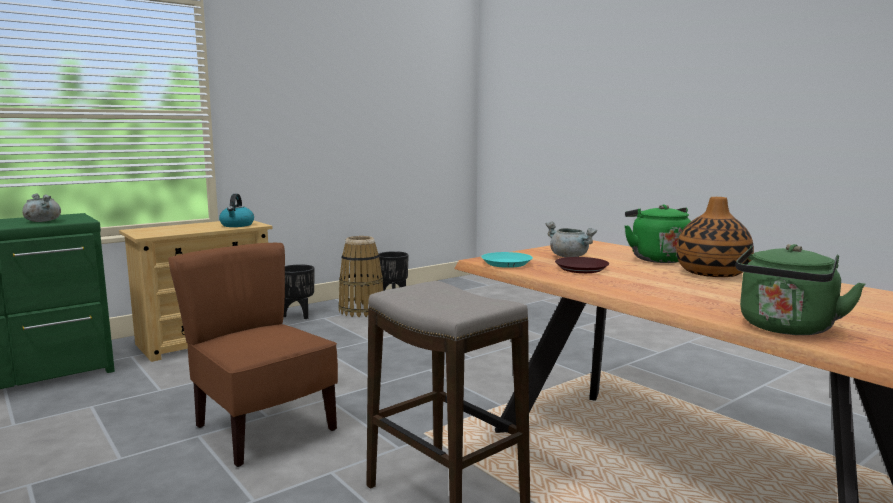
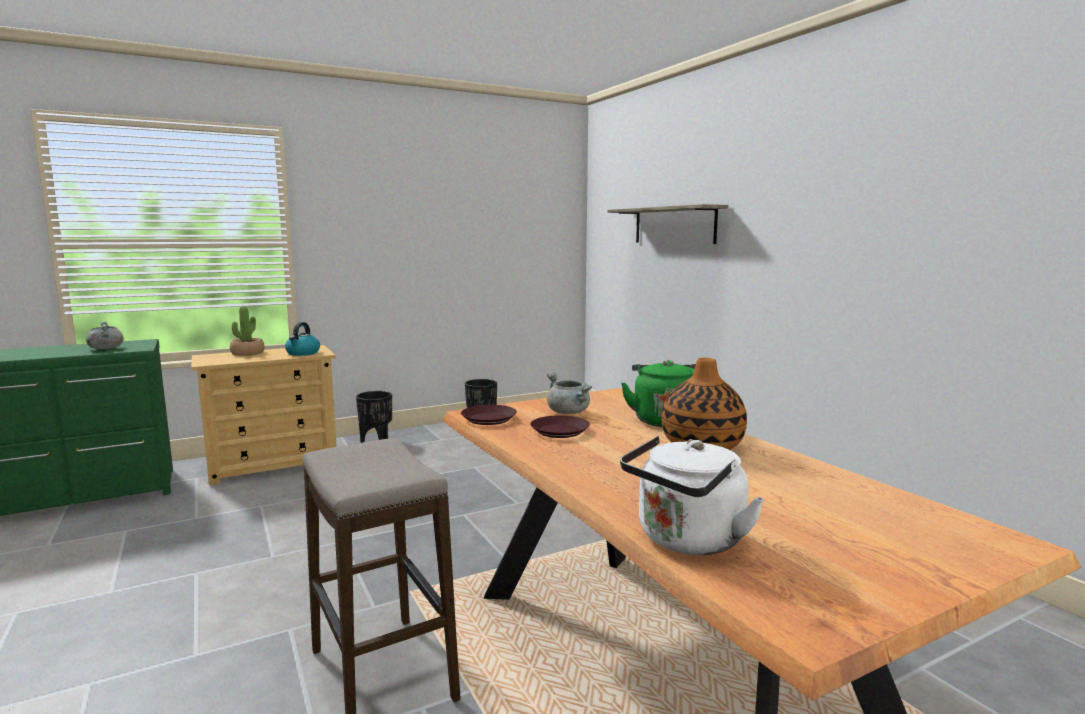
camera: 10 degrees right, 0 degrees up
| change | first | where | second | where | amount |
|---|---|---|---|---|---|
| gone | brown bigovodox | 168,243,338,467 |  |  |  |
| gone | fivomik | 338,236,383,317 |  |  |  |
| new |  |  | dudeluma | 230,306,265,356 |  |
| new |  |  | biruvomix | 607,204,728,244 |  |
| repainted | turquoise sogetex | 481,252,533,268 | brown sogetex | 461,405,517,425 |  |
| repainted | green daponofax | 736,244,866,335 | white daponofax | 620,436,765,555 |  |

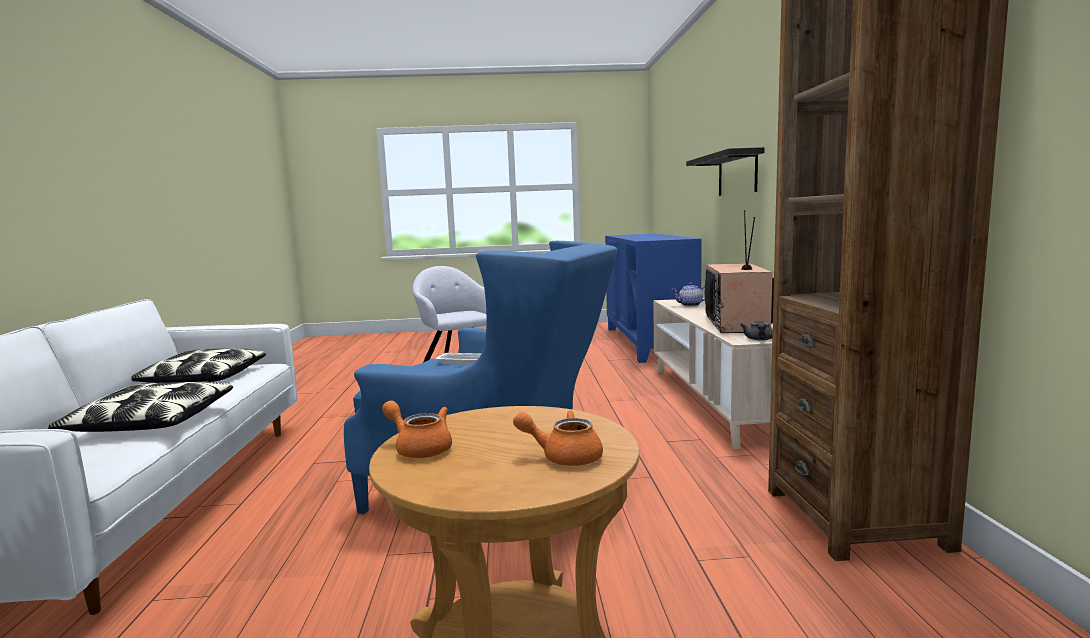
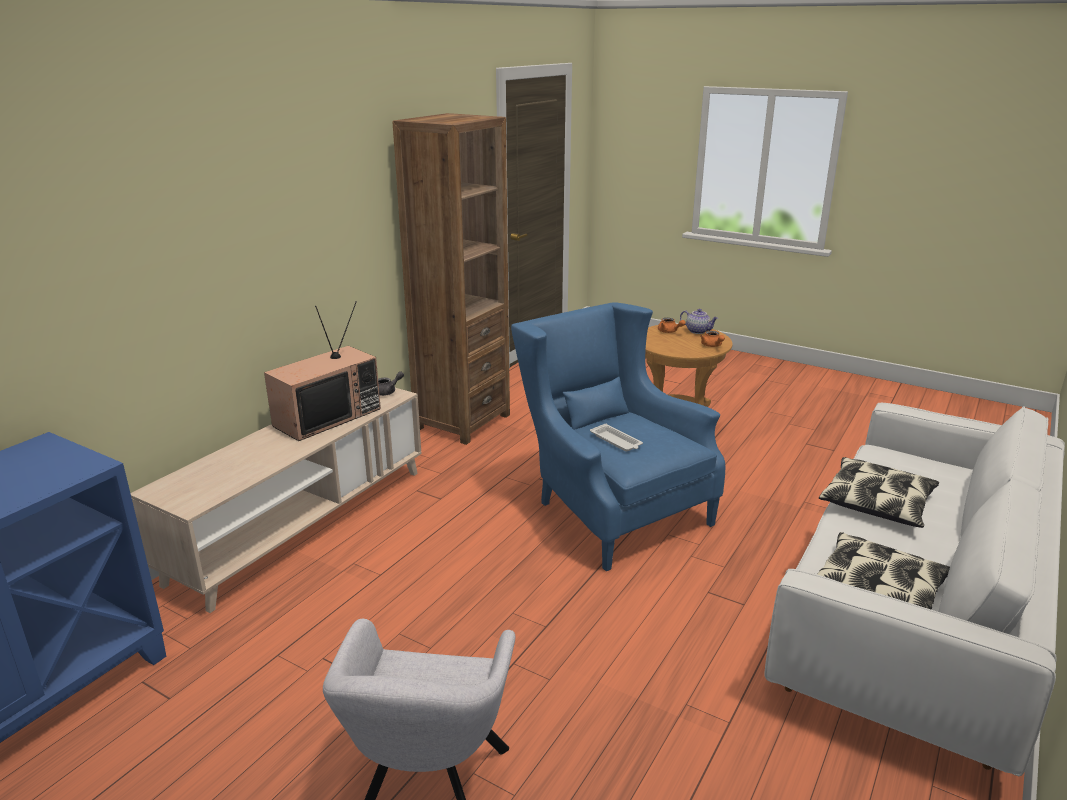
camera: 145 degrees left, 15 degrees up
| change | first | where | second | where | amount |
|---|---|---|---|---|---|
| gone | biruvomix | 686,147,765,196 |  |  |  |
| shifted | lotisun | 671,282,705,307 |  | 680,309,718,334 |  |

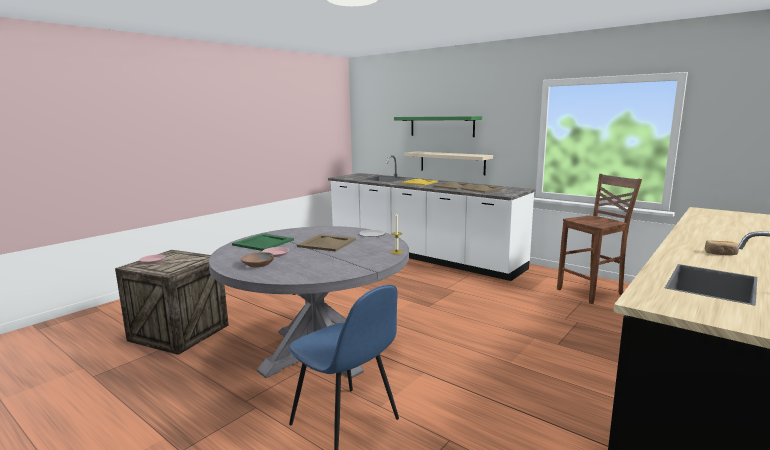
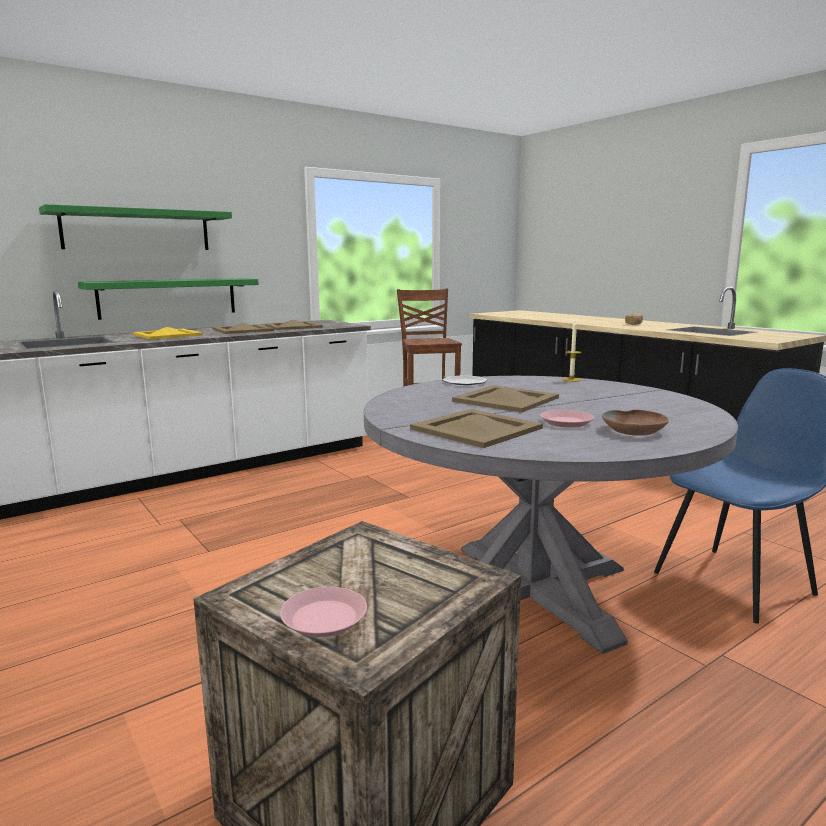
camera: 75 degrees left, 0 degrees up
| change | first | where | second | where | amount |
|---|---|---|---|---|---|
| repainted | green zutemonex | 232,234,294,251 | beige zutemonex | 410,409,543,448 |  |
| repainted | beige biruvomix | 404,151,493,175 | green biruvomix | 78,278,259,320 |  |

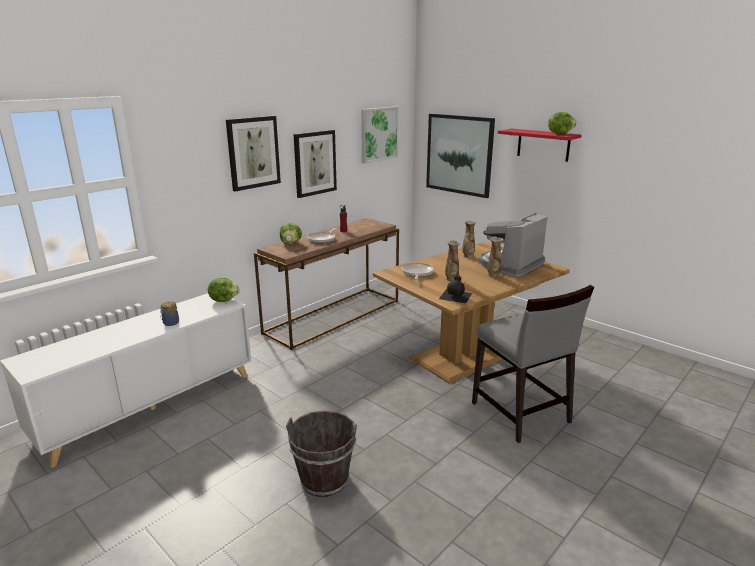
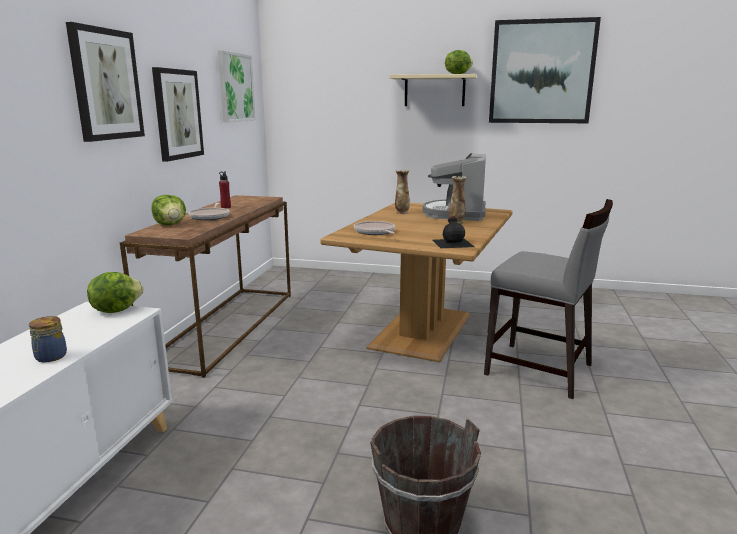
camera: 30 degrees left, 5 degrees down
| change | first | where | second | where | amount |
|---|---|---|---|---|---|
| gone | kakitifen | 445,240,460,281 |  |  |  |
| shifted | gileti | 426,114,495,198 |  | 489,17,601,123 |  |
| repainted | red biruvomix | 498,128,582,162 | beige biruvomix | 389,74,477,106 |  |

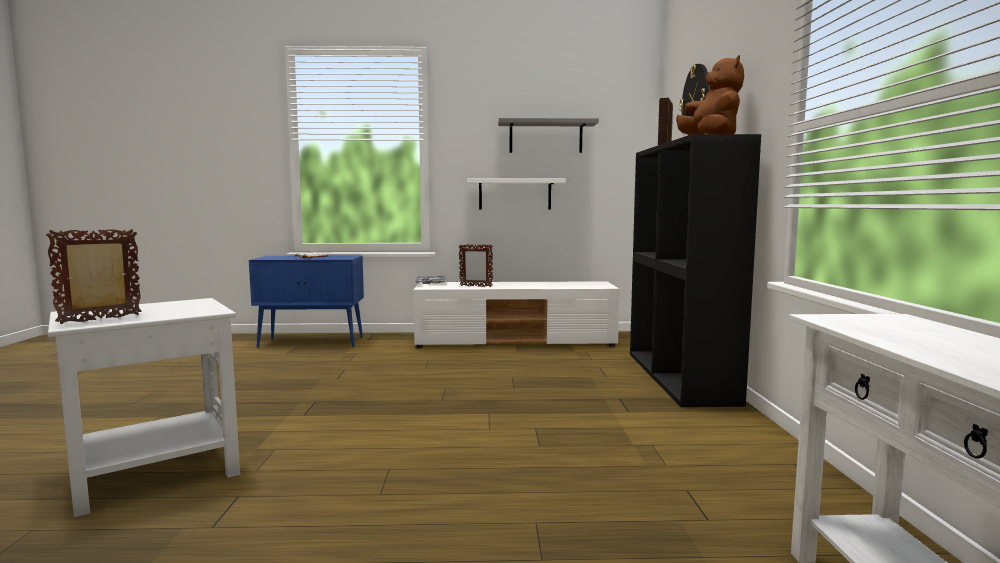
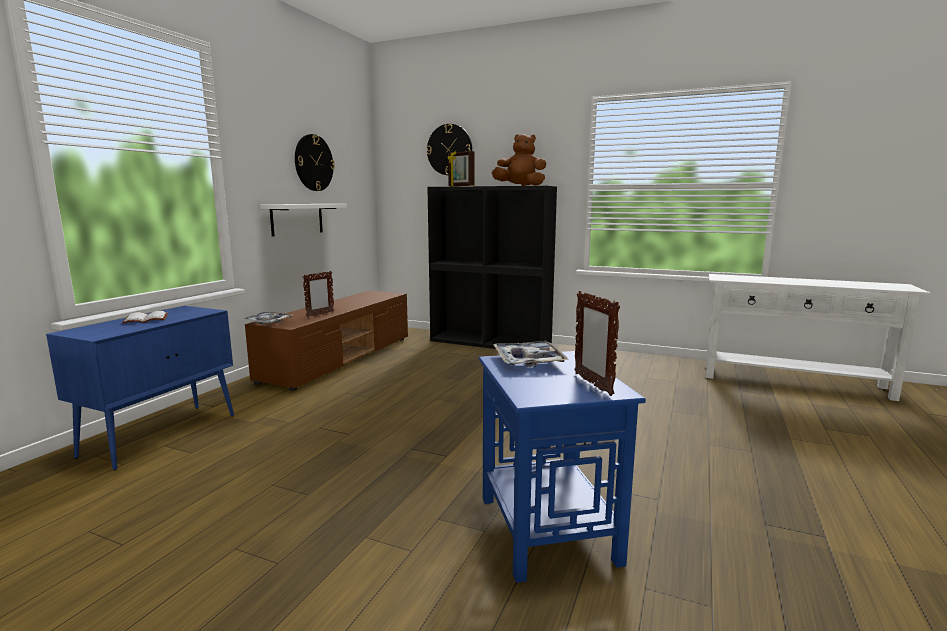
camera: 65 degrees left, 5 degrees up
| change | first | where | second | where | amount |
|---|---|---|---|---|---|
| new |  |  | zutemonex | 494,341,569,367 |  |
| swapped | grey biruvomix | 498,118,599,153 | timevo | 295,134,335,191 |  |
| repainted | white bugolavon | 48,298,240,517 | blue bugolavon | 479,351,646,583 |  |
| repainted | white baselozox | 413,281,620,348 | brown baselozox | 245,291,408,391 |  |

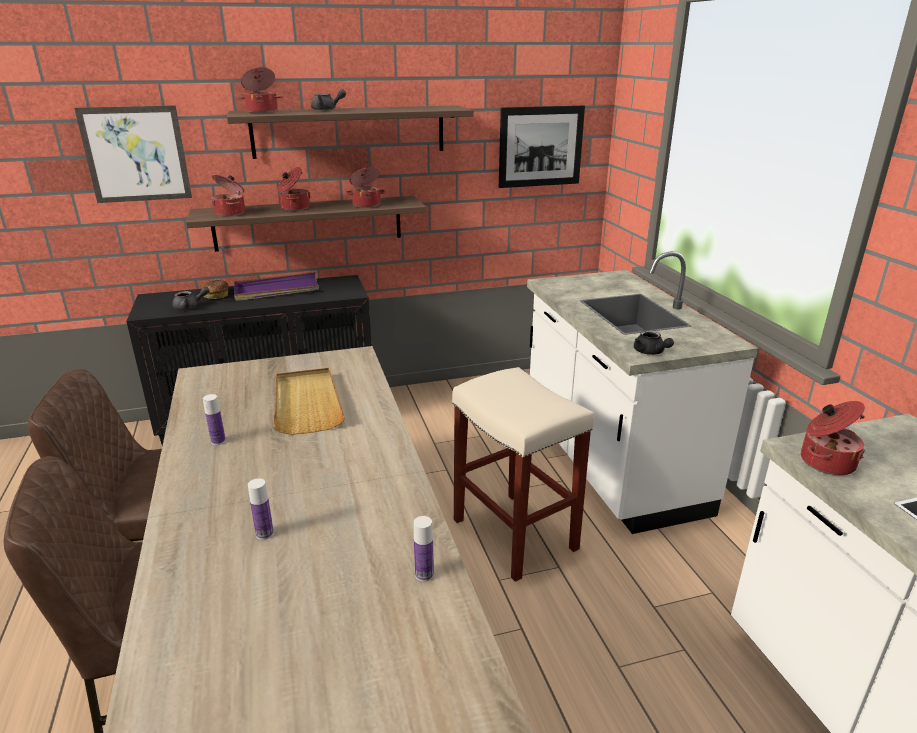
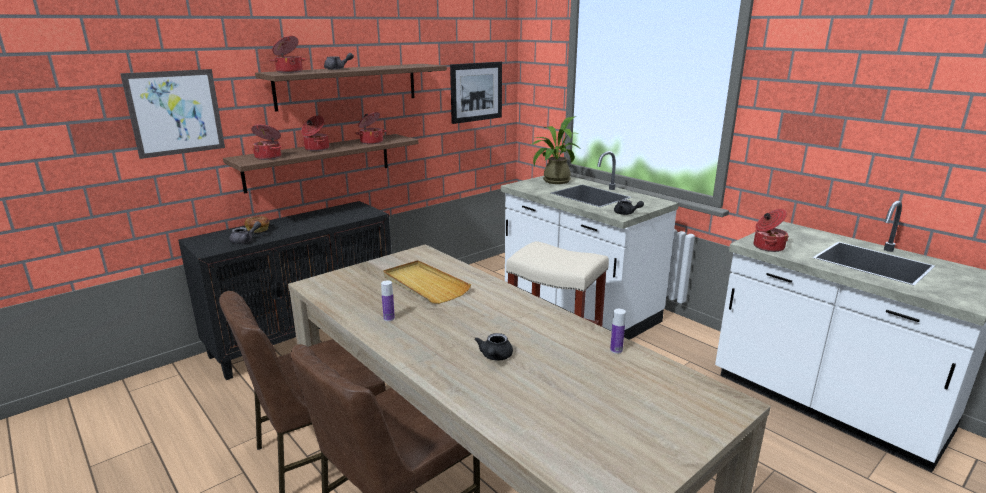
camera: 25 degrees left, 5 degrees down
| change | first | where | second | where | amount |
|---|---|---|---|---|---|
| gone | purple zutemonex | 234,272,320,301 |  |  |  |
| new |  |  | dudeluma | 531,117,579,184 |  |
| swapped | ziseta | 248,479,274,540 | black lotisun | 475,333,513,360 |  |

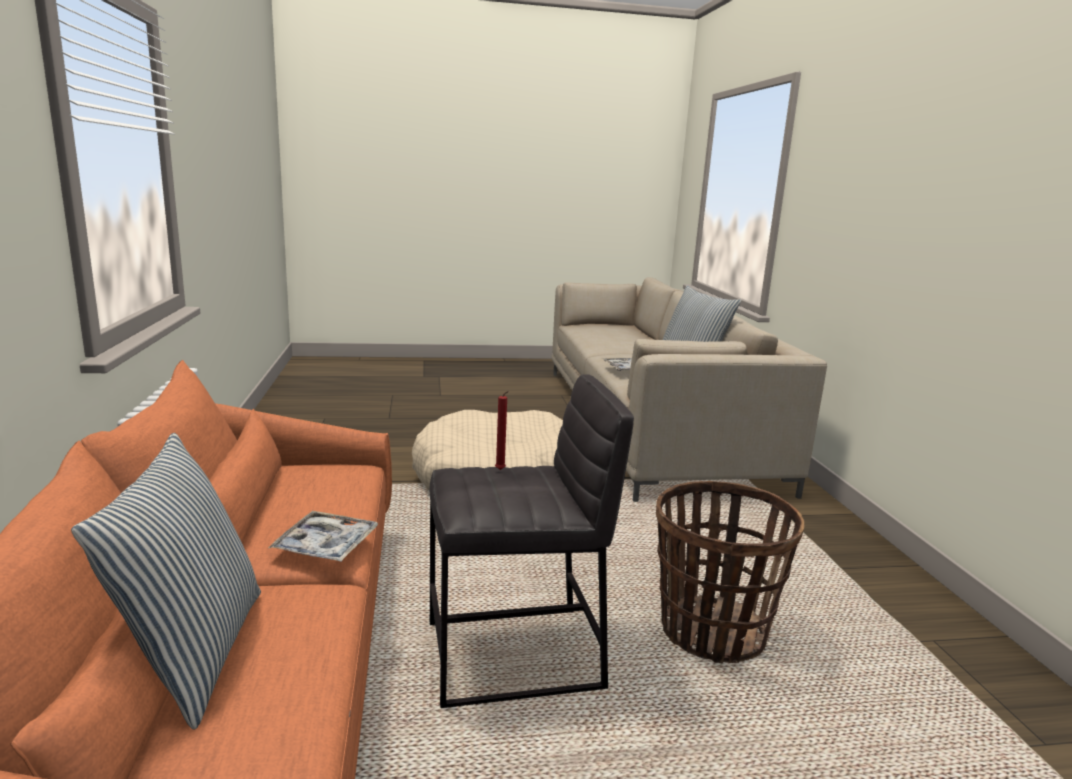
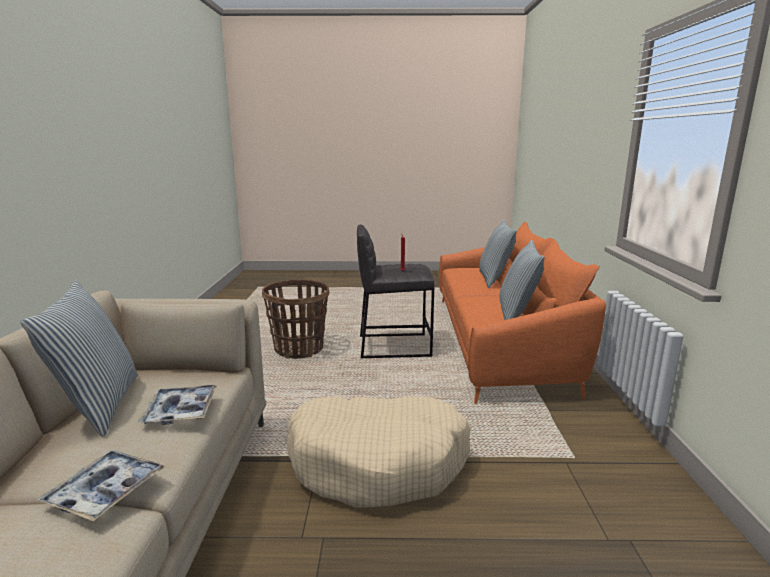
camera: 170 degrees left, 0 degrees up
| change | first | where | second | where | amount |
|---|---|---|---|---|---|
| new |  |  | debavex | 500,240,545,320 |  |
| shifted | zutemonex | 268,511,378,562 |  | 37,450,165,521 |  |

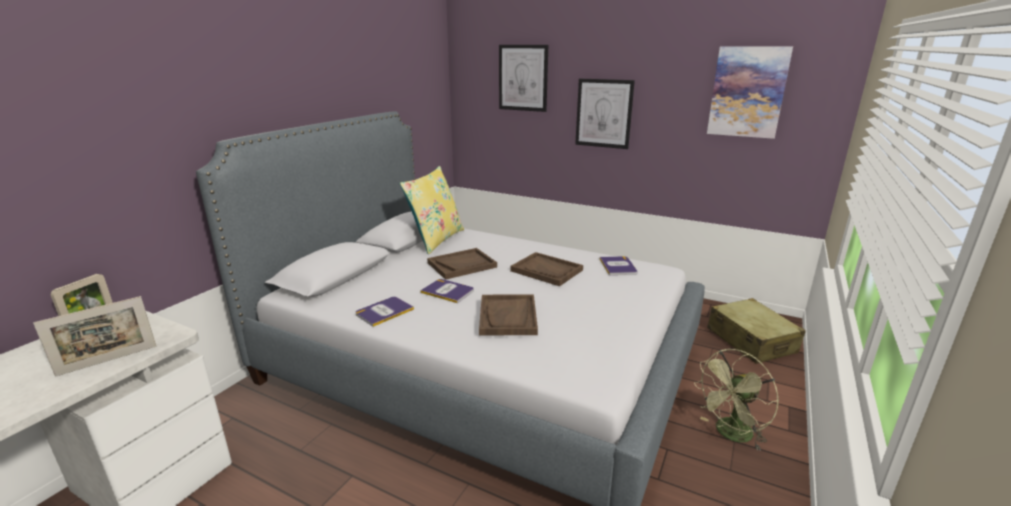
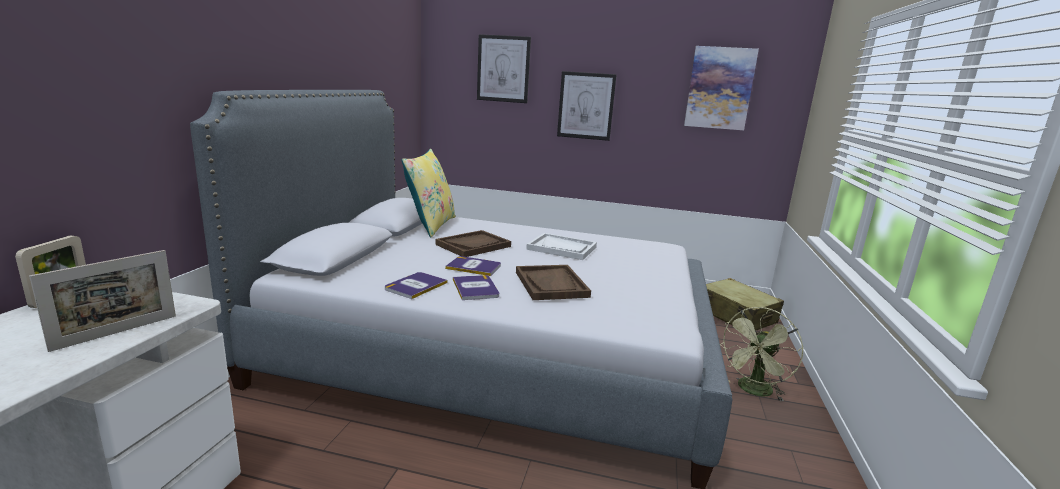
camera: 15 degrees left, 5 degrees down
| change | first | where | second | where | amount |
|---|---|---|---|---|---|
| shifted | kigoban | 600,256,637,275 |  | 453,275,499,300 |  |
| repainted | brown zutemonex | 510,252,583,286 | white zutemonex | 526,233,597,260 |  |

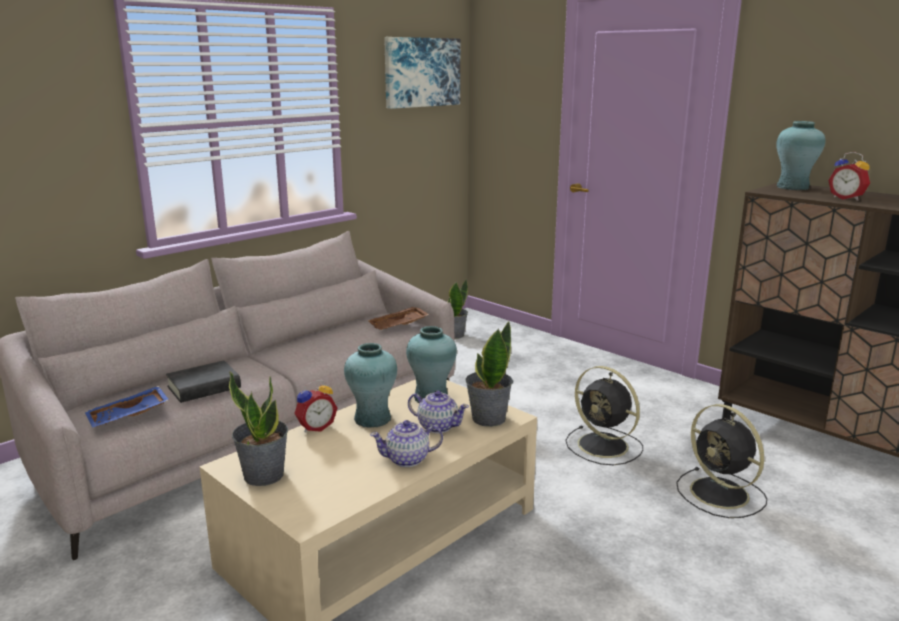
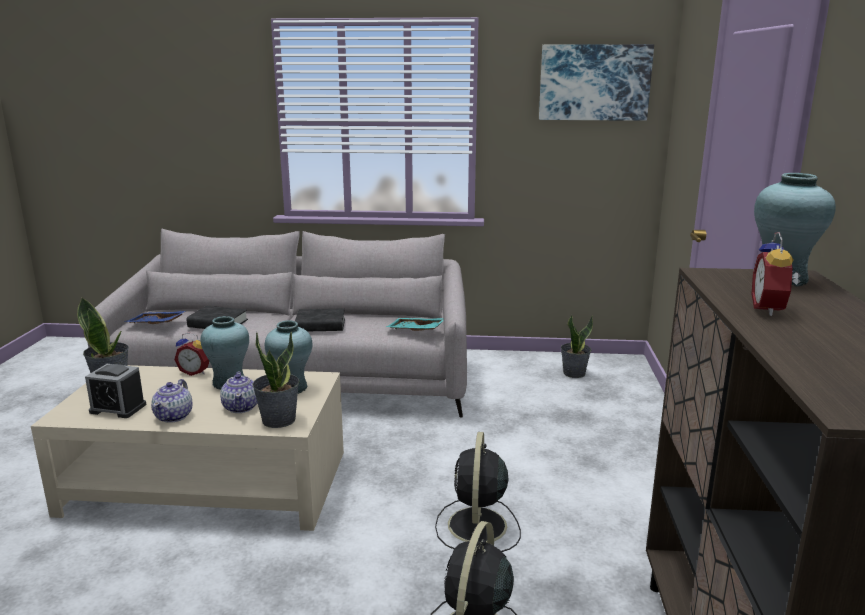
camera: 50 degrees right, 0 degrees up
| change | first | where | second | where | amount |
|---|---|---|---|---|---|
| new |  |  | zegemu | 85,364,146,418 |  |
| new |  |  | black kigoban | 295,308,345,332 |  |
| repainted | brown zutemonex | 368,307,429,330 | turquoise zutemonex | 386,318,443,331 |  |
| rotated | lotisun | 370,420,443,467 |  | 151,379,192,423 | 120 degrees counterclockwise |

